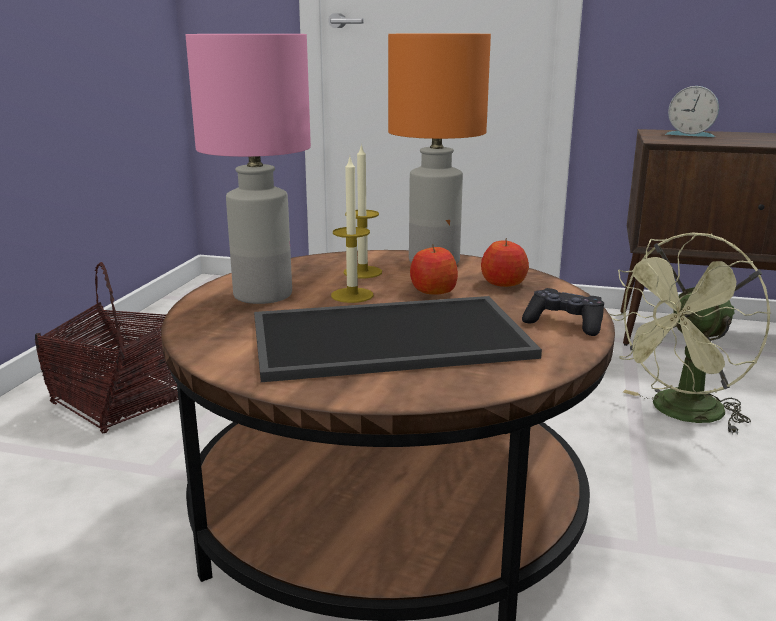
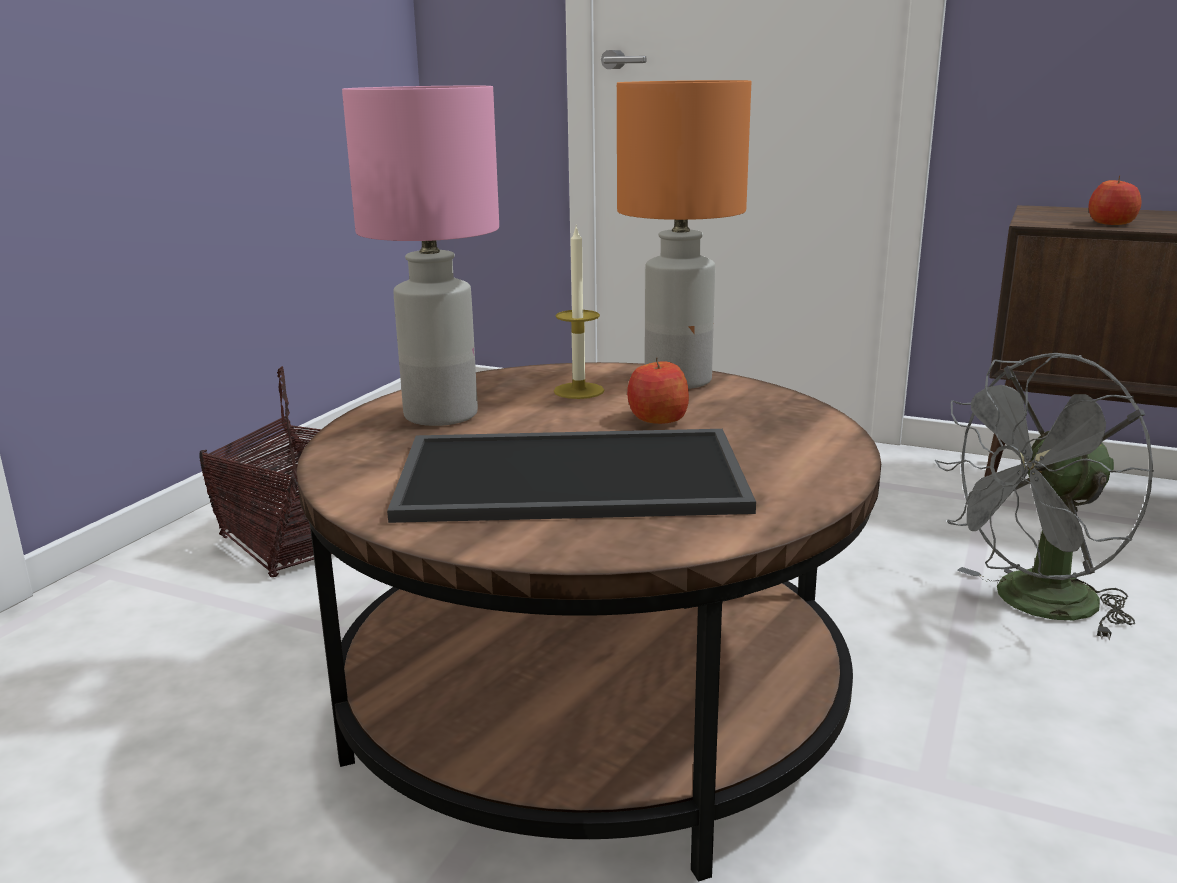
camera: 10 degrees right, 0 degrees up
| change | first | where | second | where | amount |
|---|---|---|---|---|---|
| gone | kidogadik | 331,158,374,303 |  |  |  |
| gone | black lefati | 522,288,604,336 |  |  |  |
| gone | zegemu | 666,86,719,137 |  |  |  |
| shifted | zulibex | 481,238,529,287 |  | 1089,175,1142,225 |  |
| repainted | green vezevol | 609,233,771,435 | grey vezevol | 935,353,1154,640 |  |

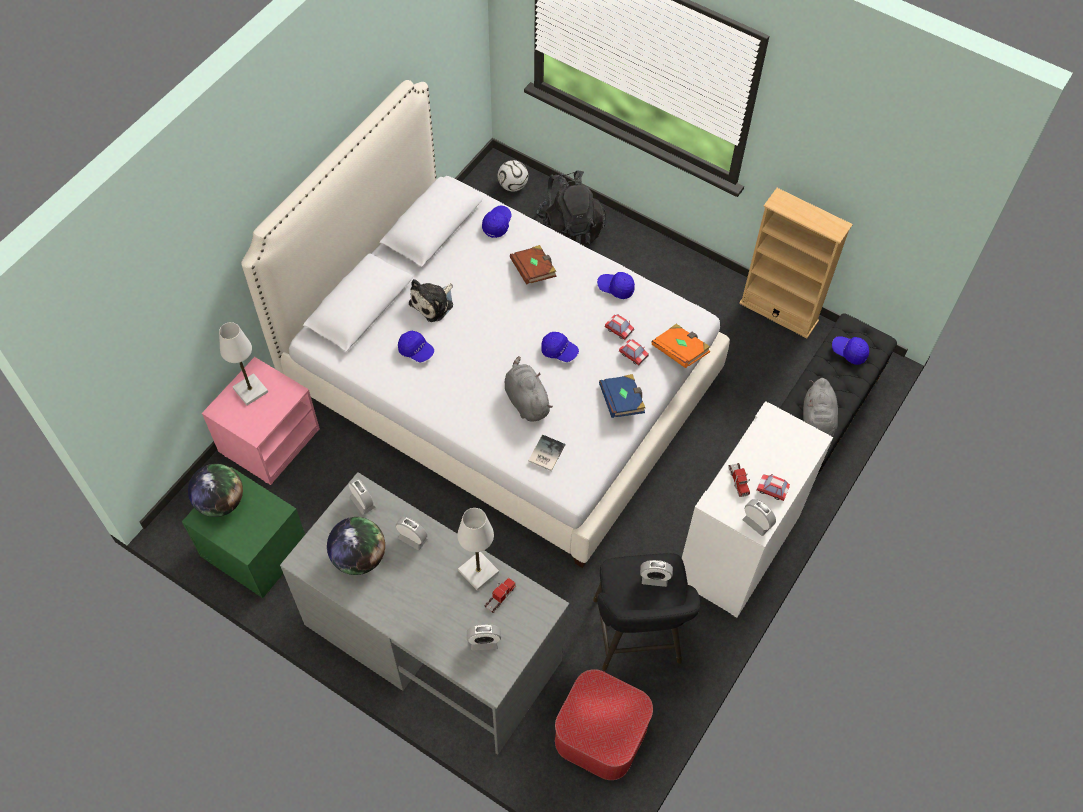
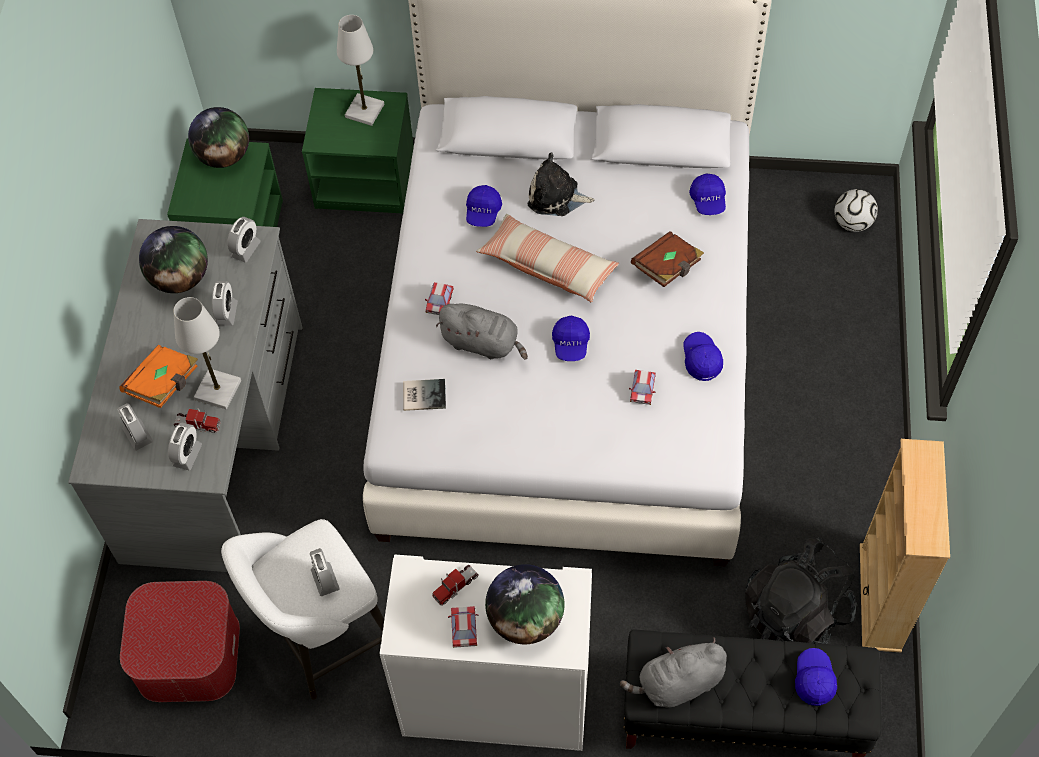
camera: 65 degrees right, 0 degrees up
| change | first | where | second | where | amount |
|---|---|---|---|---|---|
| gone | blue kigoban | 599,374,645,418 |  |  |  |
| new |  |  | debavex | 476,214,619,302 |  |
| new |  |  | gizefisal | 485,564,565,644 |  |
| shifted | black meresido | 536,171,606,246 |  | 745,537,857,644 |  |
| shifted | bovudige | 619,339,649,366 |  | 425,282,454,315 |  |
| shifted | orange kigoban | 652,324,710,368 |  | 119,345,198,408 |  |
| shifted | zegemu | 743,499,776,536 |  | 168,422,202,471 |  |
| repainted | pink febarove | 202,357,320,485 | green febarove | 302,88,414,214 |  |
| repainted | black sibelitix | 593,553,700,671 | white sibelitix | 221,519,384,700 |  |
| rotated | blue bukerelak | 482,205,512,238 |  | 689,173,726,215 | 90 degrees clockwise |
| rotated | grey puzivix | 505,356,553,421 |  | 436,304,528,360 | 75 degrees clockwise |

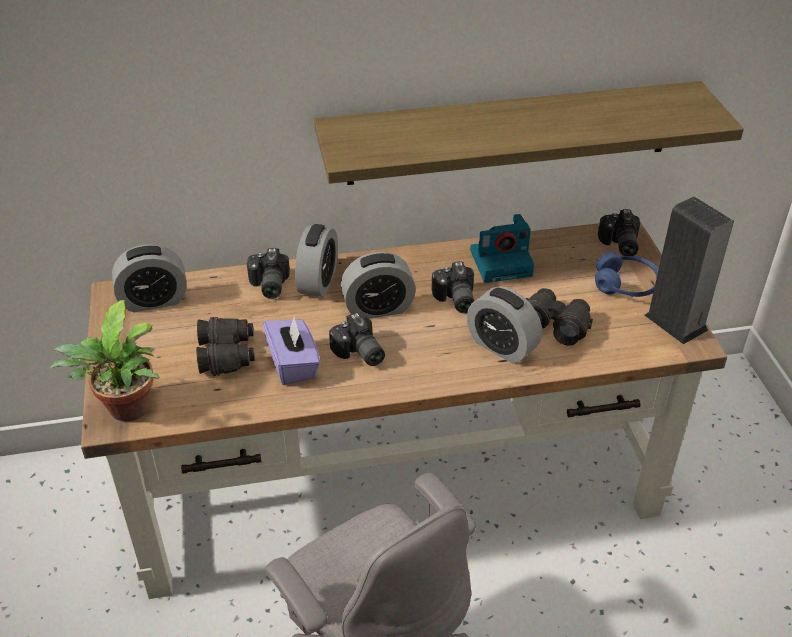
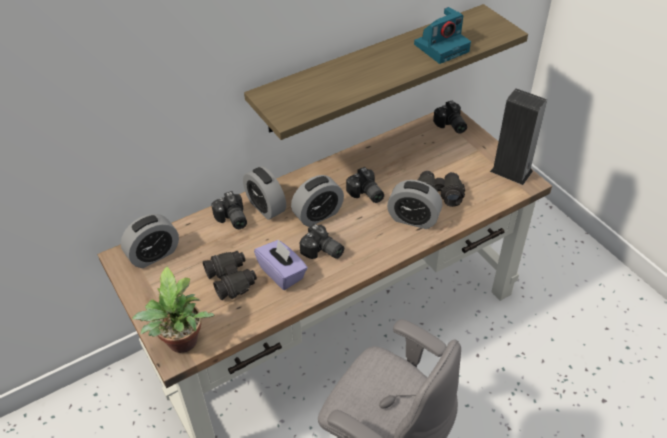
camera: 20 degrees left, 5 degrees up
| change | first | where | second | where | amount |
|---|---|---|---|---|---|
| gone | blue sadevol | 595,252,659,297 |  |  |  |
| shifted | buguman | 470,214,534,283 |  | 414,7,471,64 |  |
| rotated | zegemu | 295,224,338,297 |  | 243,166,286,220 | 150 degrees clockwise |

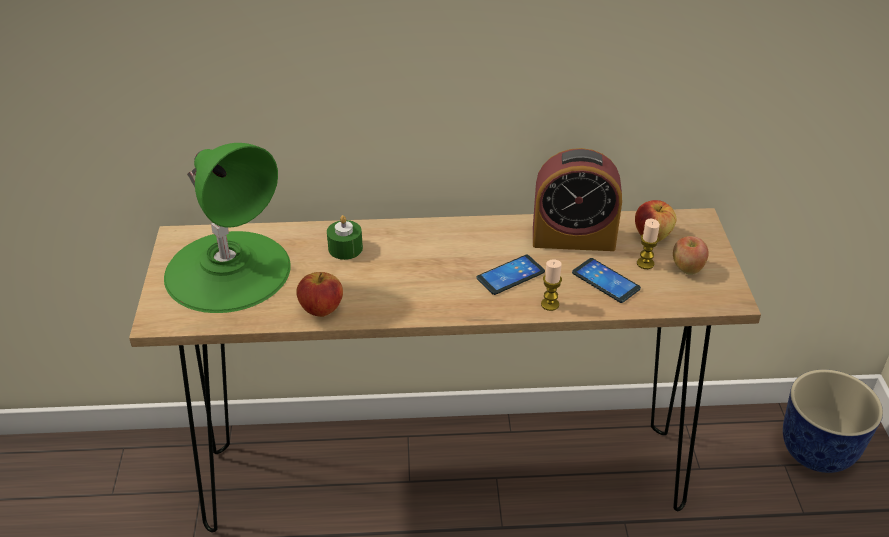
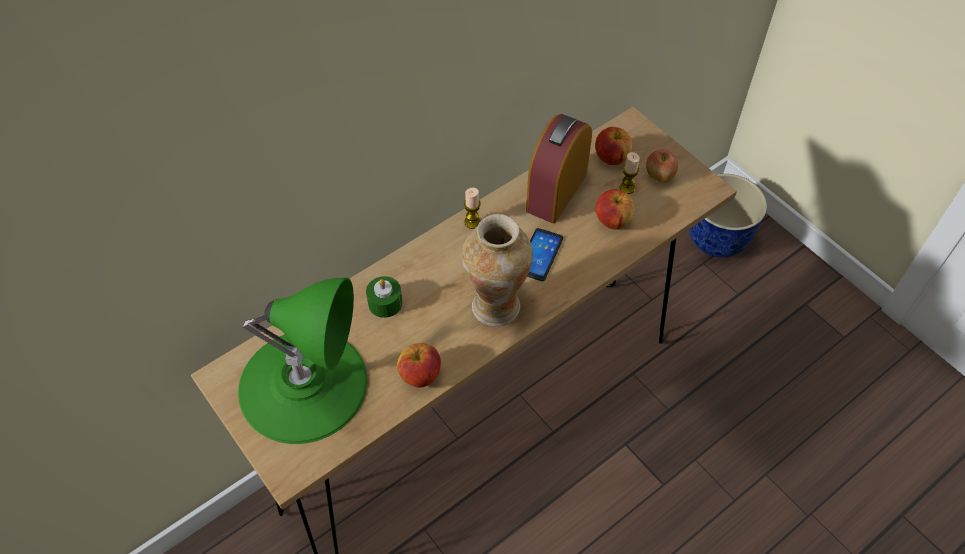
camera: 35 degrees left, 15 degrees up
| change | first | where | second | where | amount |
|---|---|---|---|---|---|
| new |  |  | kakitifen | 462,214,533,327 |  |
| shifted | kidogadik | 541,260,562,311 |  | 464,188,481,229 |  |
| swapped | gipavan | 572,258,641,303 | zulibex | 596,189,635,230 |  |
| rotated | zegemu | 533,148,622,251 |  | 526,114,592,223 | 150 degrees clockwise |

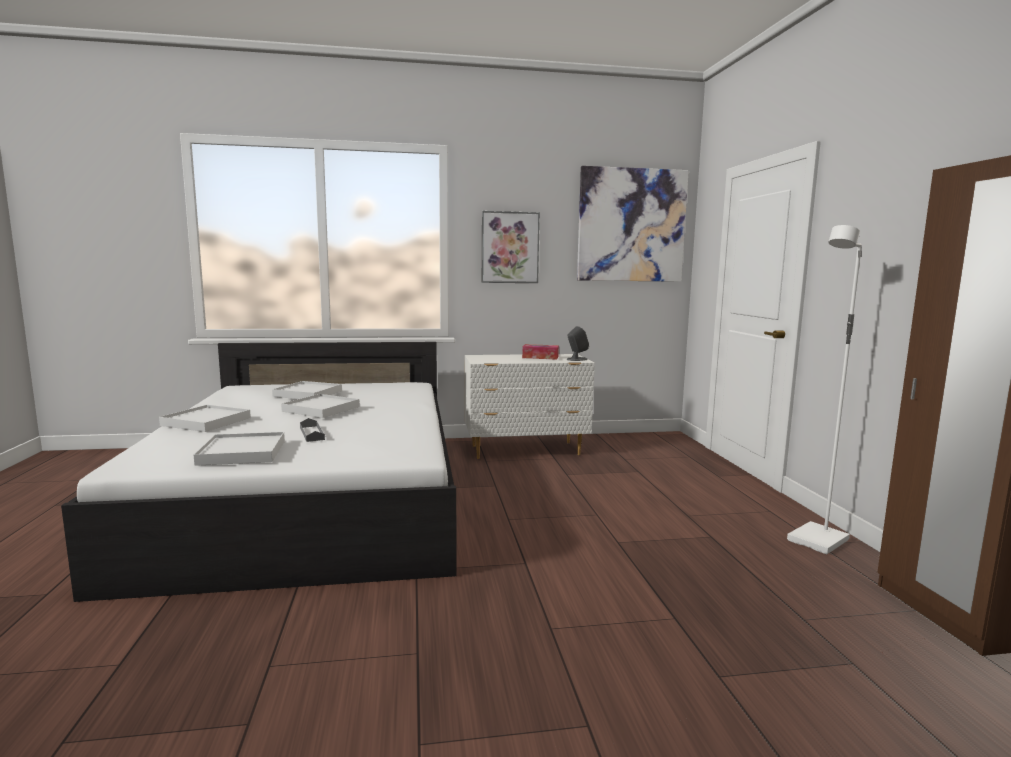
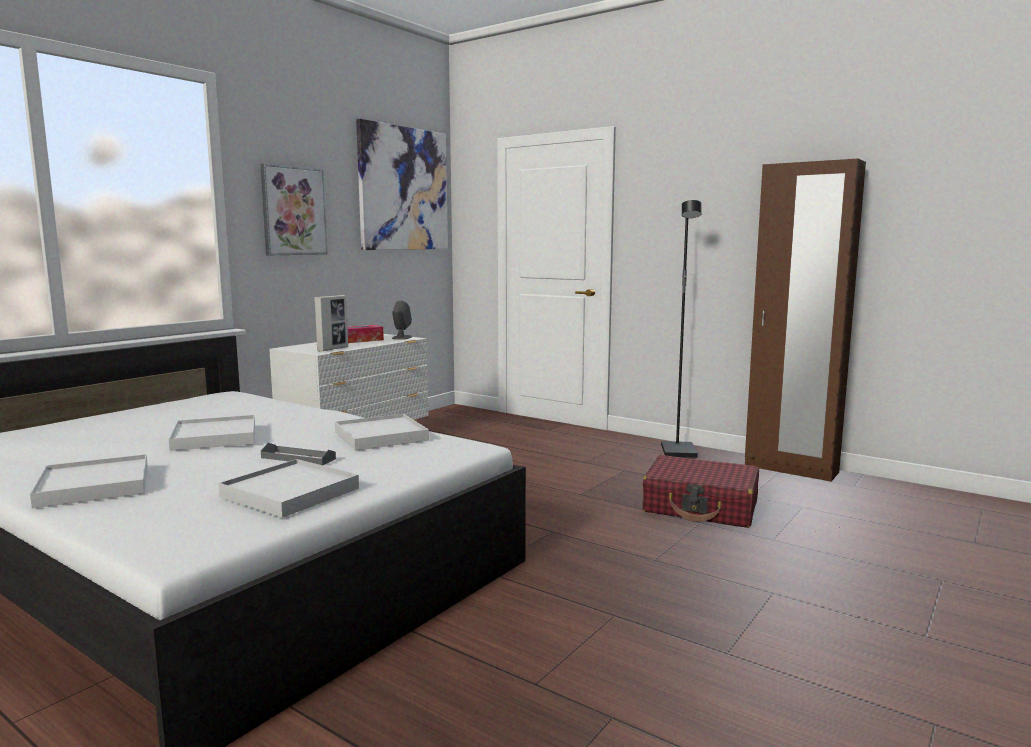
camera: 45 degrees left, 0 degrees up
| change | first | where | second | where | amount |
|---|---|---|---|---|---|
| new |  |  | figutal | 314,295,348,351 |  |
| new |  |  | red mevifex | 642,455,759,528 |  |
| shifted | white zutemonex | 272,381,342,399 |  | 335,414,429,451 |  |
| repainted | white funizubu | 787,225,862,554 | black funizubu | 661,200,702,459 |  |

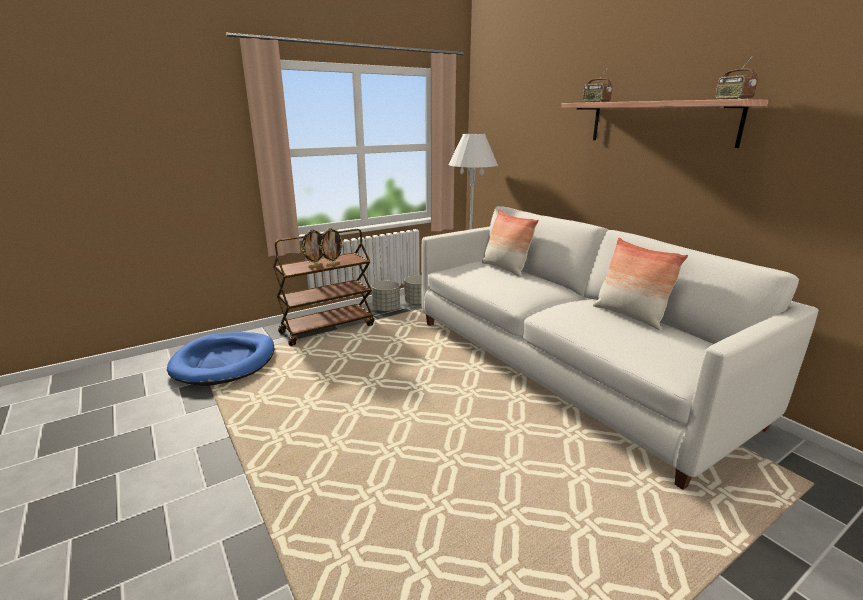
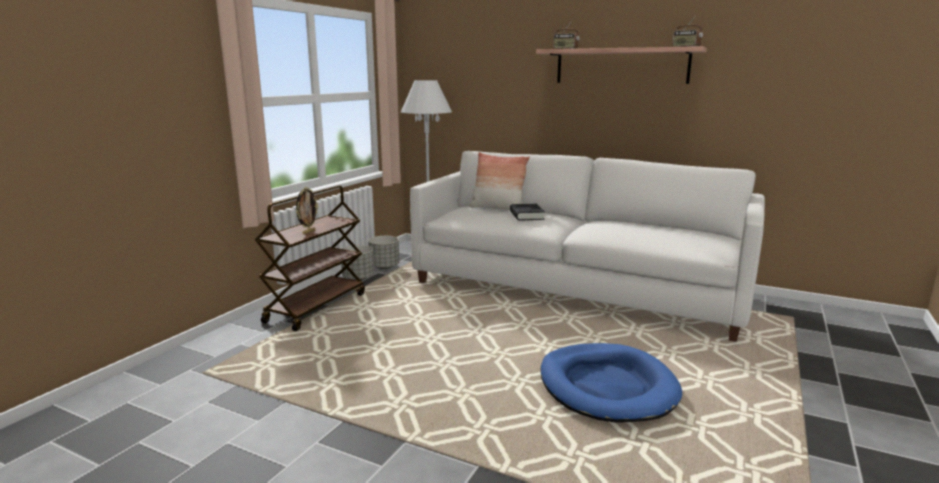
camera: 30 degrees left, 5 degrees down
| change | first | where | second | where | amount |
|---|---|---|---|---|---|
| gone | figutal | 320,227,344,267 |  |  |  |
| gone | debavex | 593,238,688,330 |  |  |  |
| new |  |  | black kigoban | 510,204,545,221 |  |
| shifted | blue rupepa | 167,332,274,386 |  | 540,343,682,423 |  |

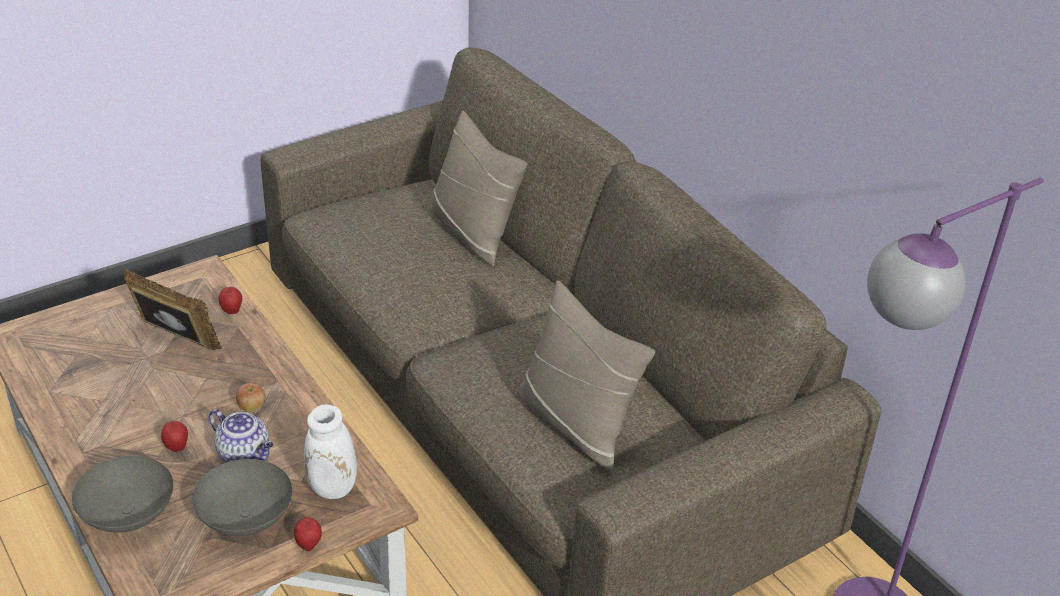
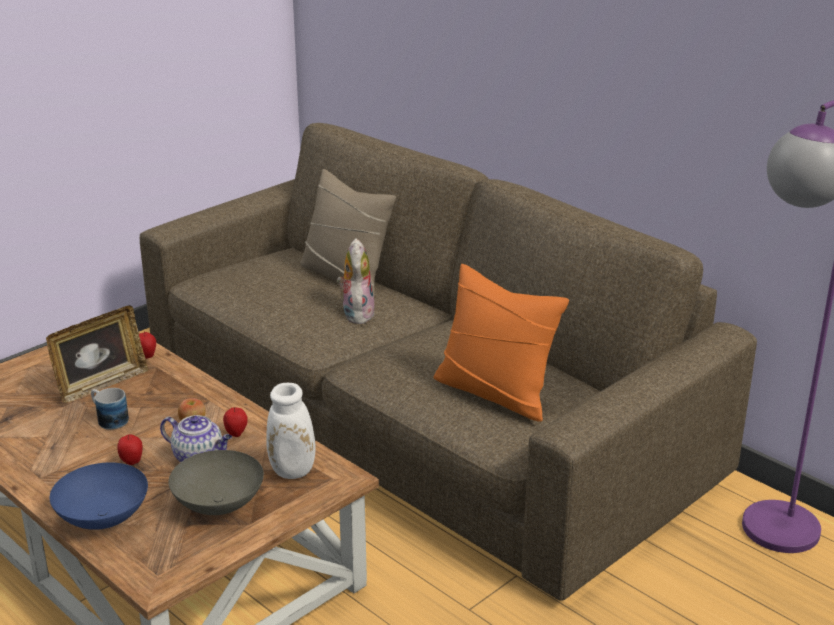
camera: 10 degrees left, 10 degrees down
| change | first | where | second | where | amount |
|---|---|---|---|---|---|
| new |  |  | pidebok | 91,388,129,430 |  |
| new |  |  | puzivix | 337,238,375,324 |  |
| shifted | zulibex | 294,517,322,551 |  | 223,407,248,437 |  |
| repainted | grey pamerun | 72,456,173,533 | blue pamerun | 49,463,148,530 |  |
| repainted | beige debavex | 516,280,655,471 | orange debavex | 433,264,569,422 |  |
| rotated | figutal | 124,268,222,350 |  | 46,305,149,403 | 120 degrees clockwise |

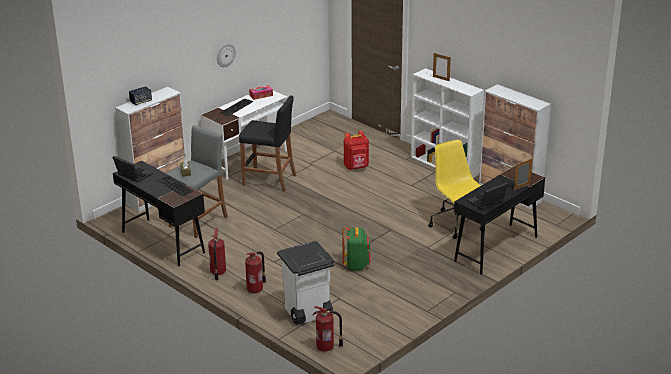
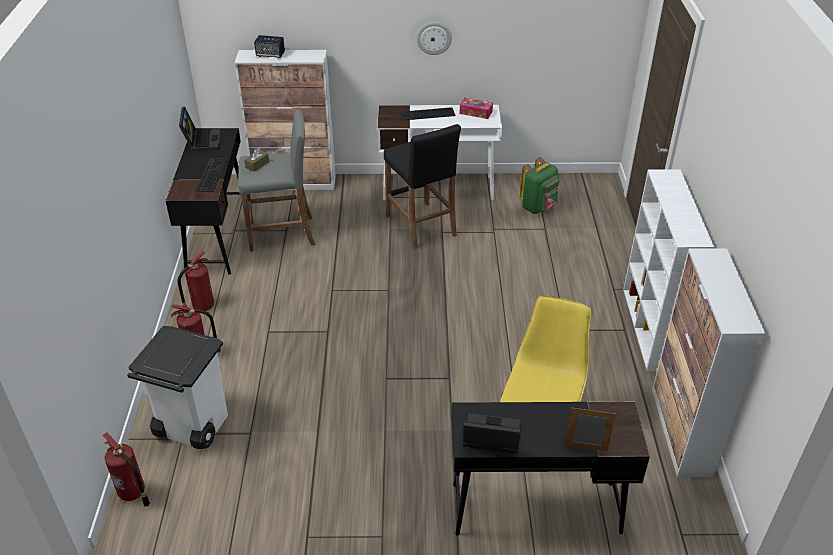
camera: 45 degrees right, 10 degrees up
| change | first | where | second | where | amount |
|---|---|---|---|---|---|
| gone | red meresido | 344,131,369,170 |  |  |  |
| gone | figutal | 433,53,451,81 |  |  |  |
| shifted | green meresido | 342,226,371,271 |  | 520,157,559,214 |  |

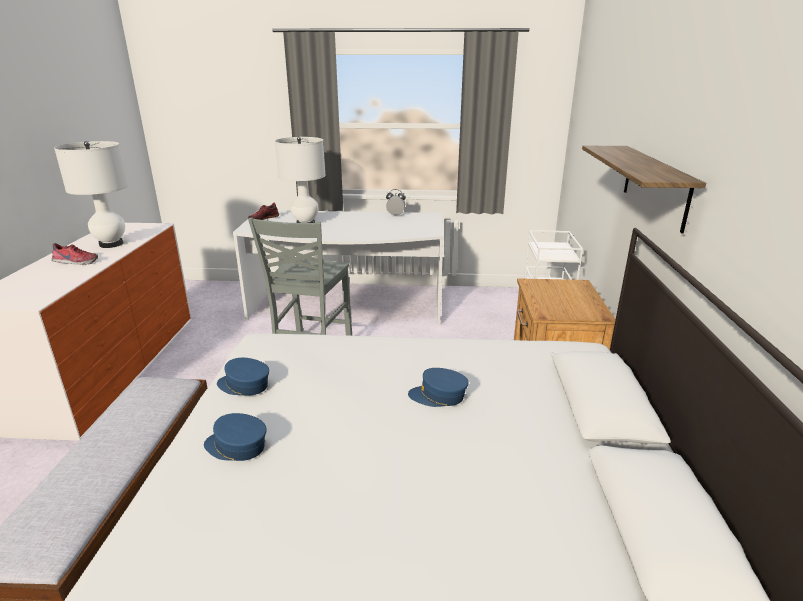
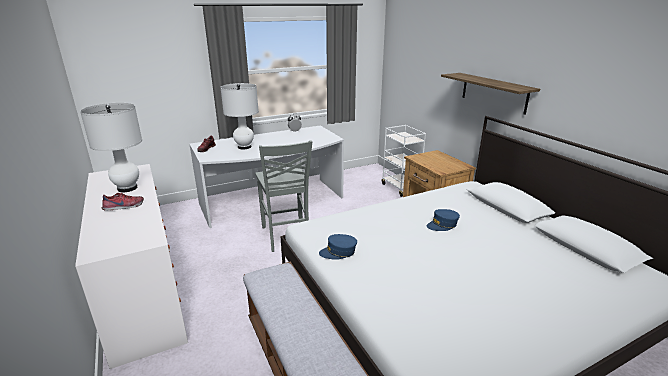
camera: 30 degrees left, 0 degrees up
| change | first | where | second | where | amount |
|---|---|---|---|---|---|
| gone | blue bukerelak | 204,413,267,461 |  |  |  |

